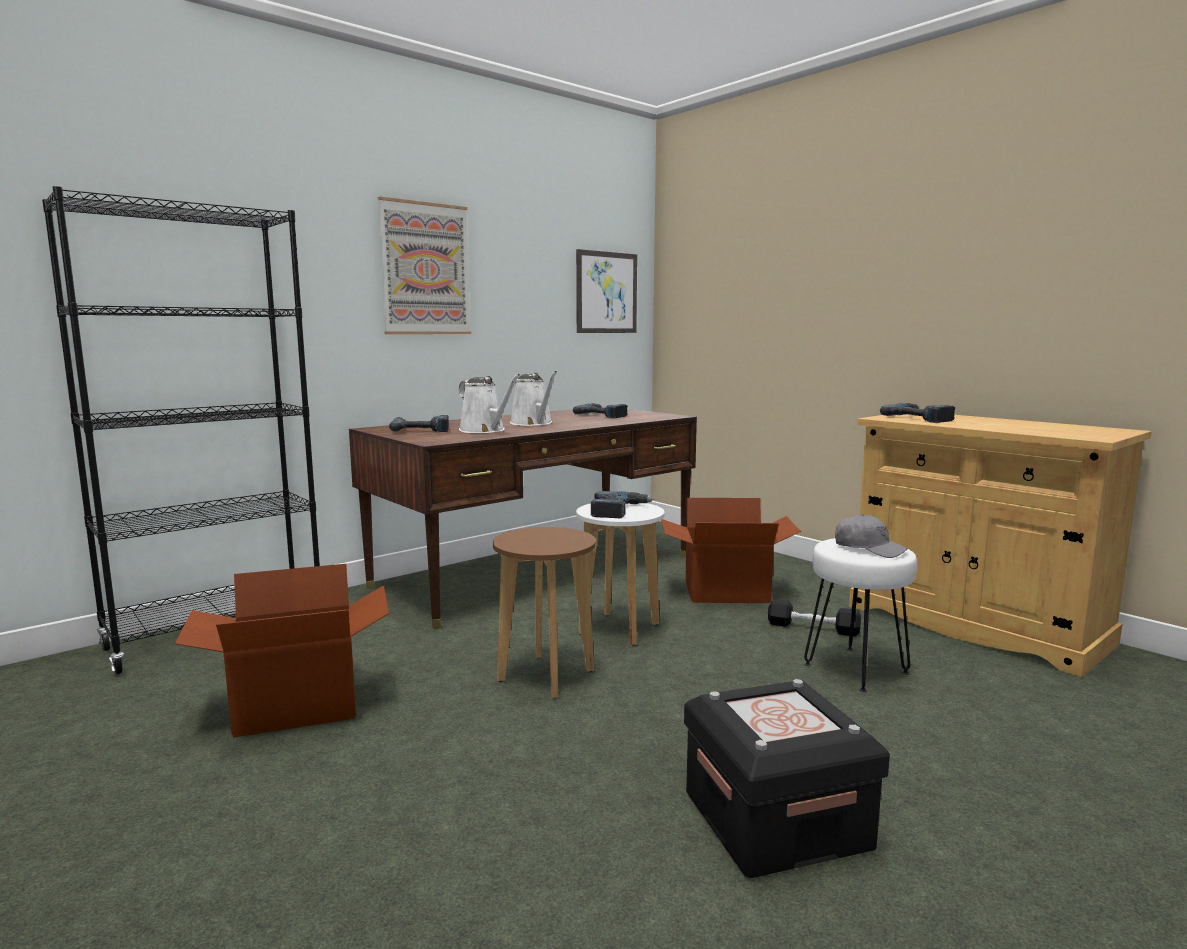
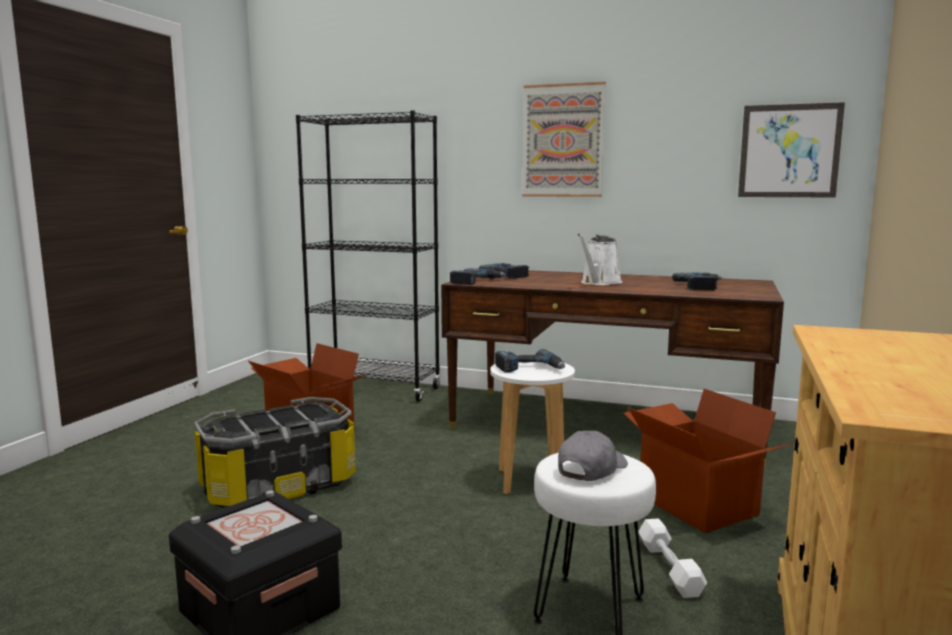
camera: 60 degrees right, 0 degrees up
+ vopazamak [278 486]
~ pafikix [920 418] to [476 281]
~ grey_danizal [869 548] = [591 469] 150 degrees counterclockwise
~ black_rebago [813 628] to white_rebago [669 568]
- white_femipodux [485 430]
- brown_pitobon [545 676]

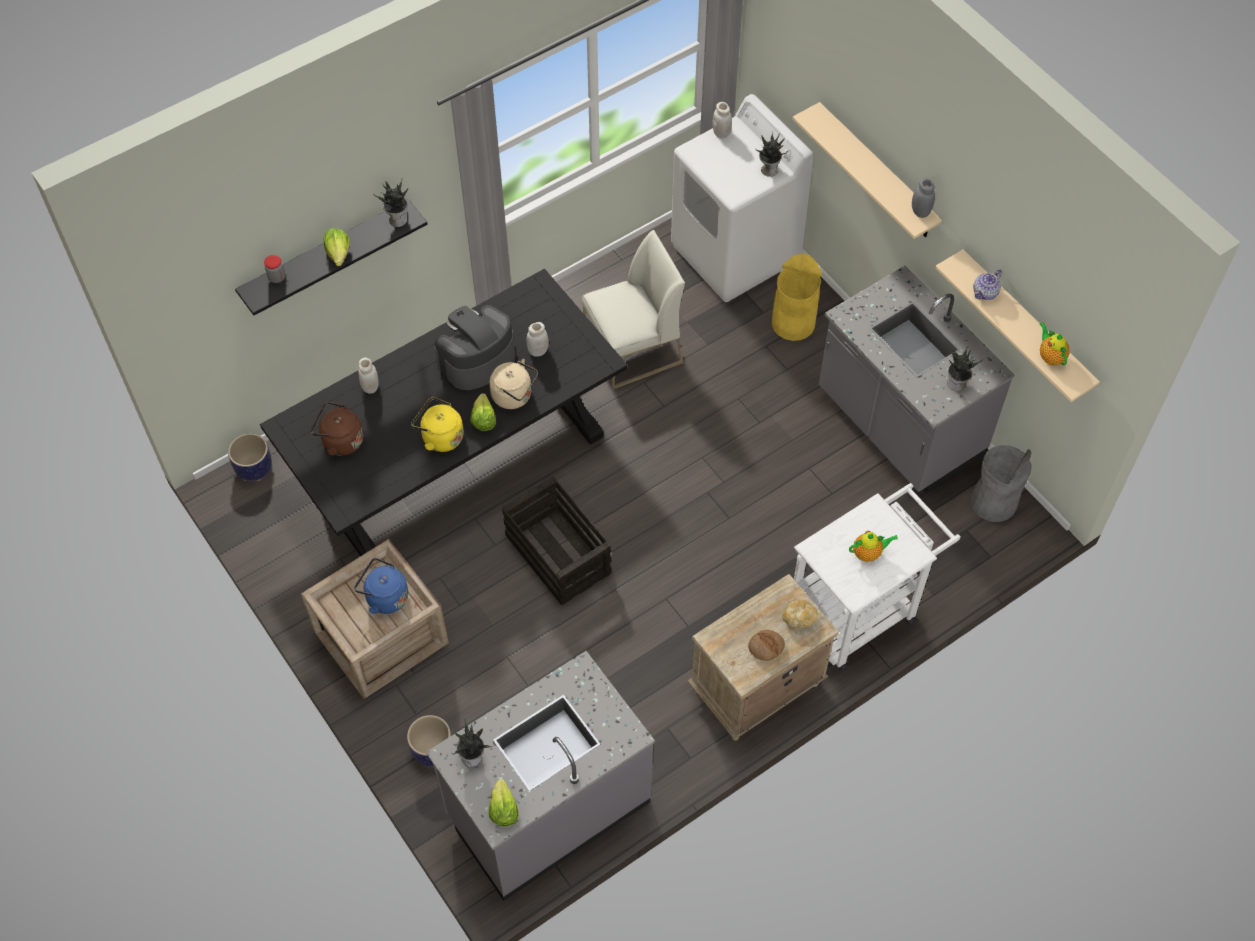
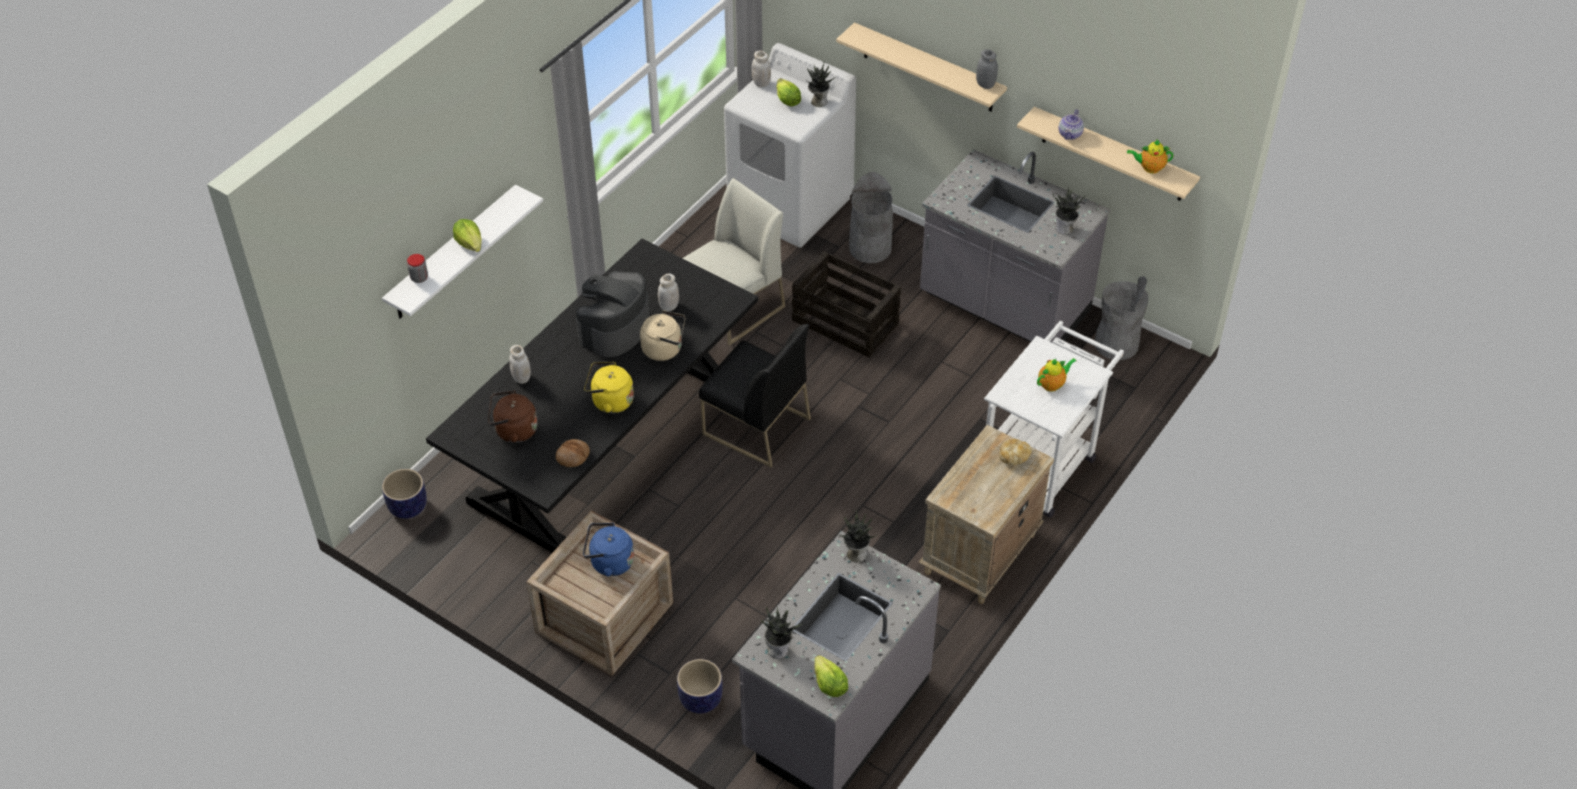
camera: 20 degrees left, 10 degrees down
~ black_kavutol [326 256] to white_kavutol [453 254]
~ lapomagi [766 647] to [573 456]
+ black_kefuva [755 426]
~ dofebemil [483 419] to [787 100]
~ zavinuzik [559 555] to [846 322]
~ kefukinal [397 219] to [856 553]
~ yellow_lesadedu [793 323] to grey_lesadedu [870 248]
~ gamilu [1050 356] = [1149 168] 45 degrees counterclockwise

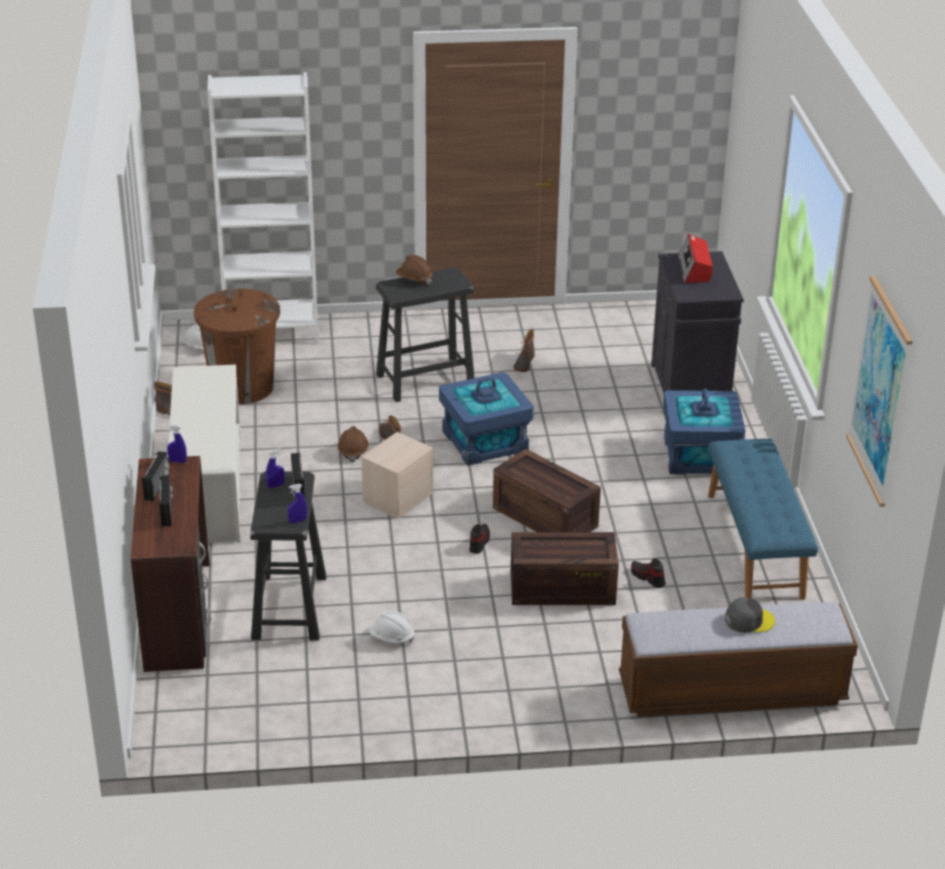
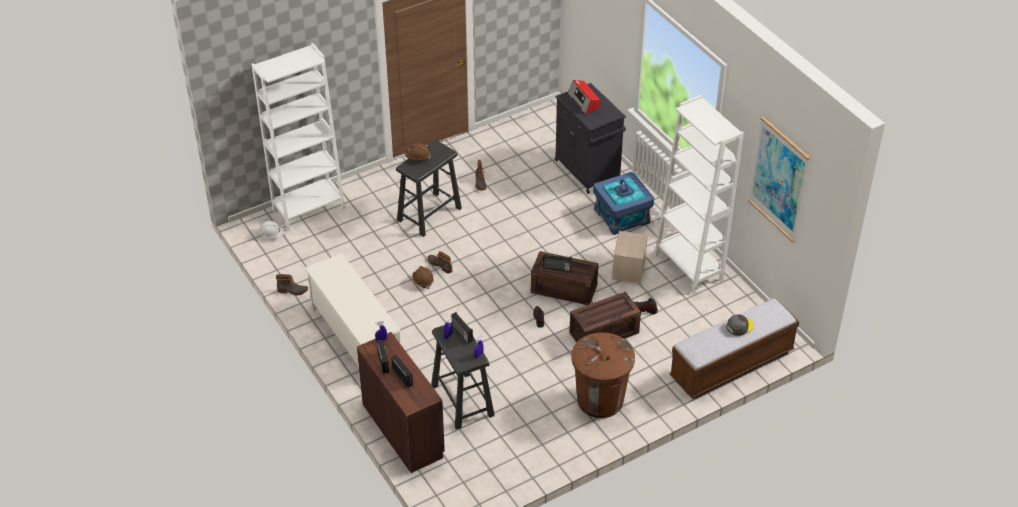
camera: 25 degrees left, 10 degrees up
+ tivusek [557 268]
~ brown_lesadedu [242 387] to [600 400]
~ beige_vopazamak [397 496] to [628 269]
~ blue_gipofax [756 545] to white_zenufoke [688 267]
- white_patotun [391 638]
- blue_vopazamak [485 441]

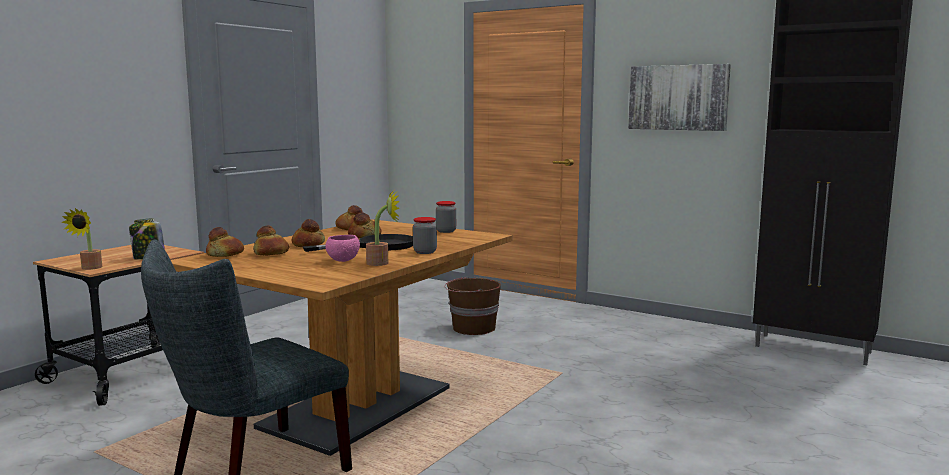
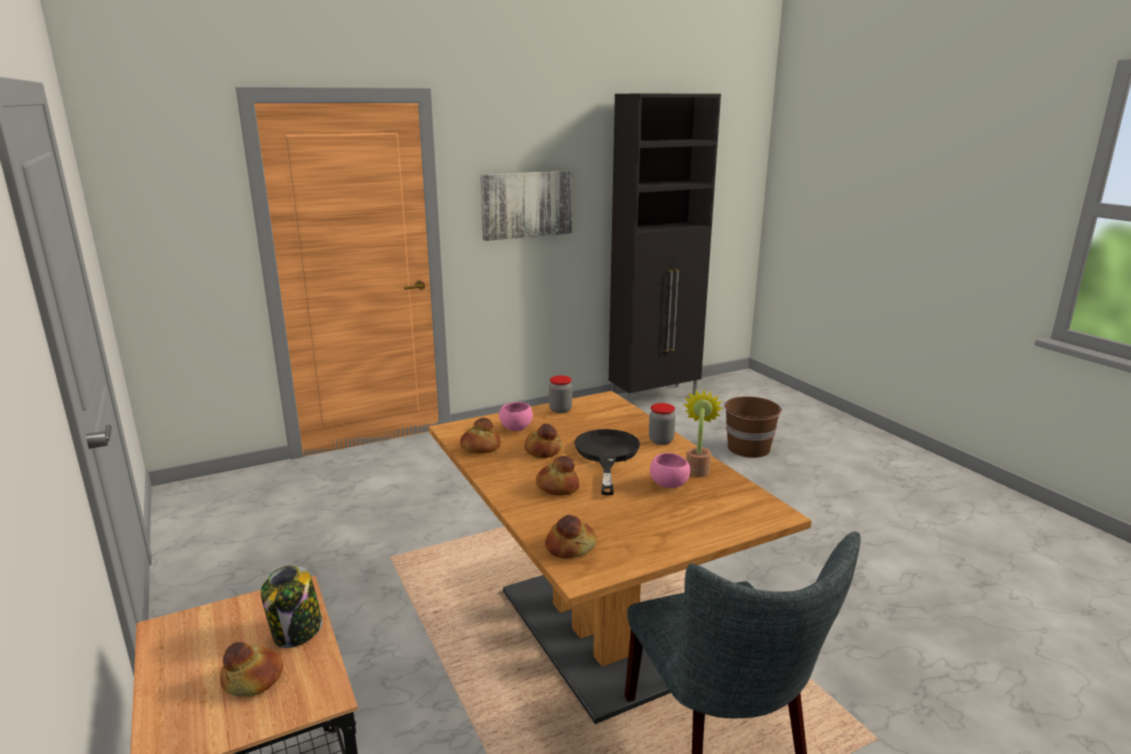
camera: 60 degrees left, 10 degrees up
~ lapomagi [271 254] to [252 680]
+ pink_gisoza [516 428]
~ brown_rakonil [472 328] to [749 448]
- kefukinal [89 268]

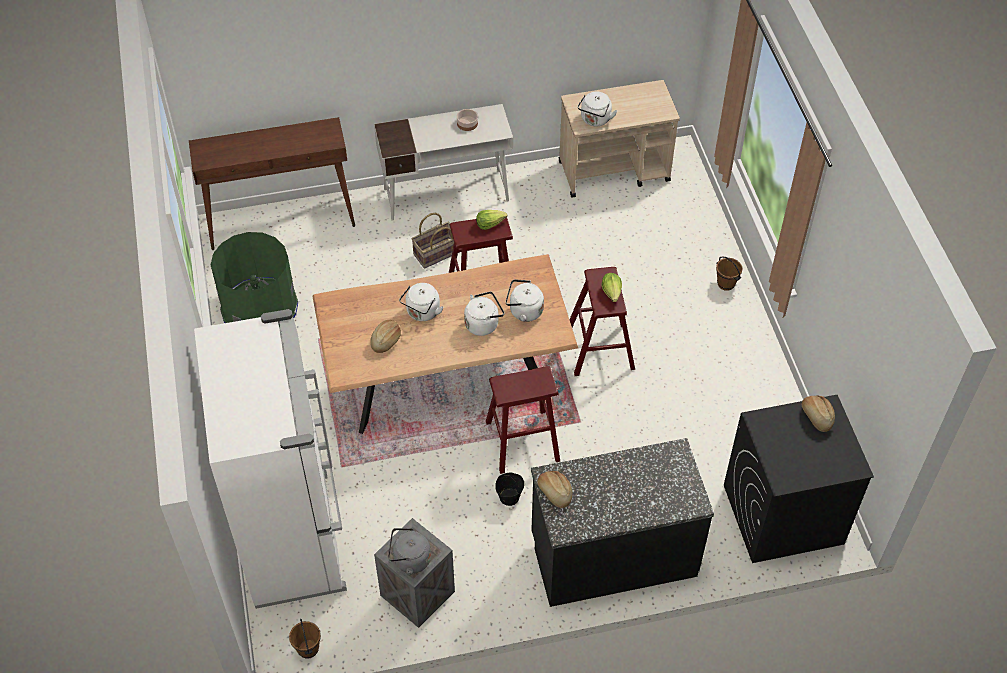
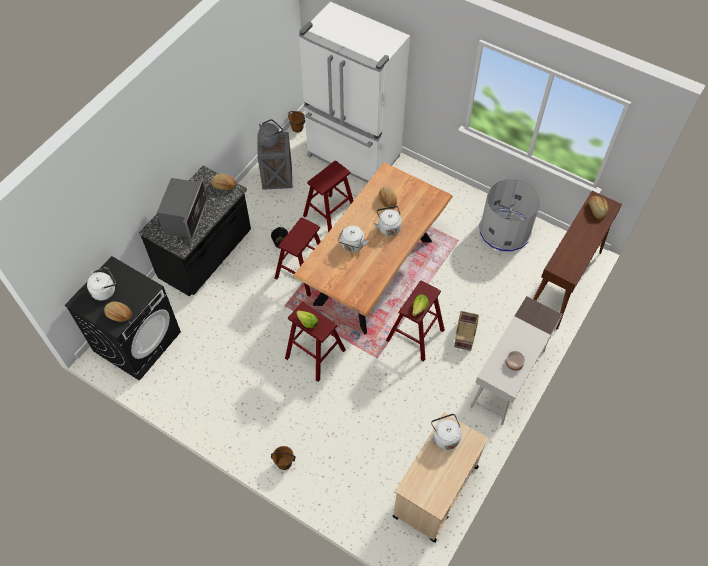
camera: 135 degrees right, 5 degrees up
~ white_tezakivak [524 311] to [105 290]
+ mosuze [185 218]
+ red_pitobon [330 216]
~ green_lesadedu [260 309] to grey_lesadedu [505 231]
+ lapomagi [596 210]

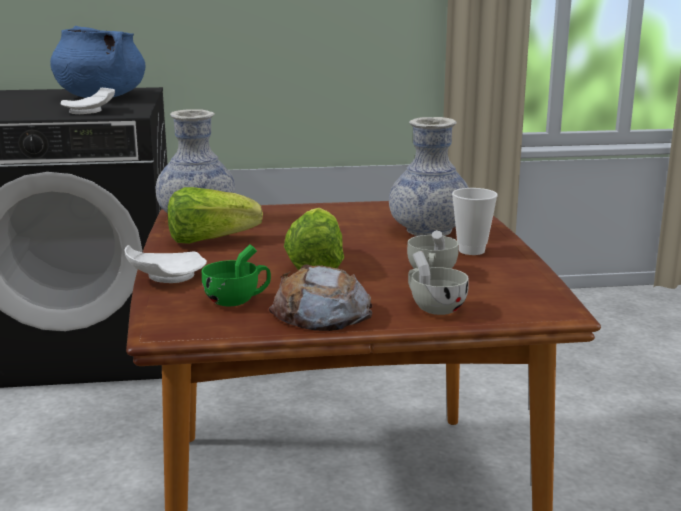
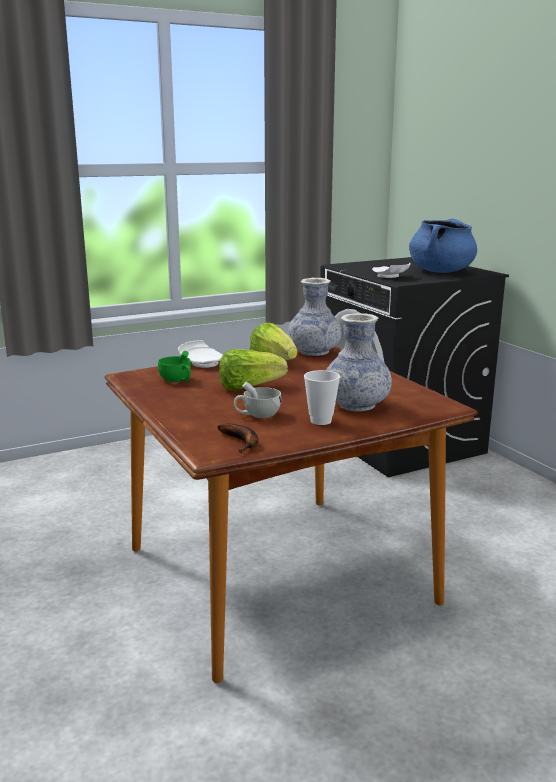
camera: 70 degrees right, 0 degrees up
+ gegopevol [242 442]
- lapomagi [321 313]
- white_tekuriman [433 307]

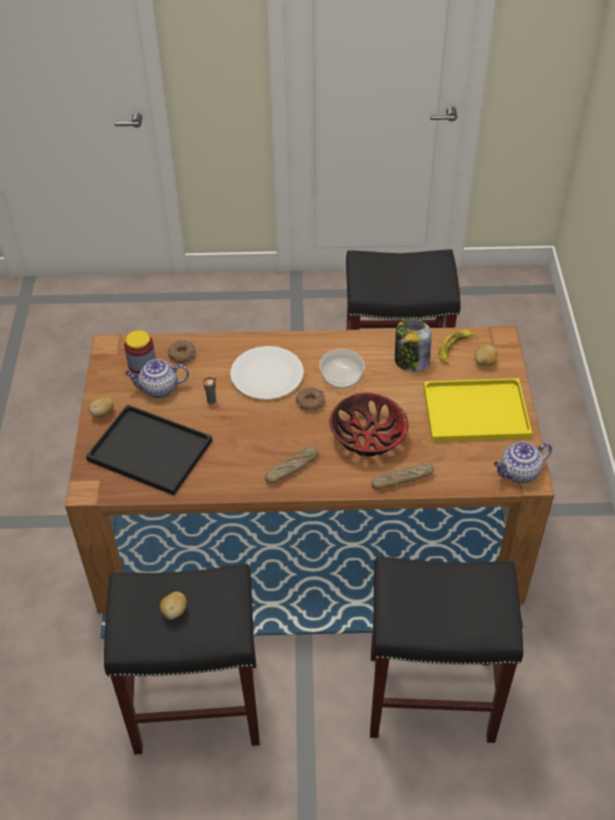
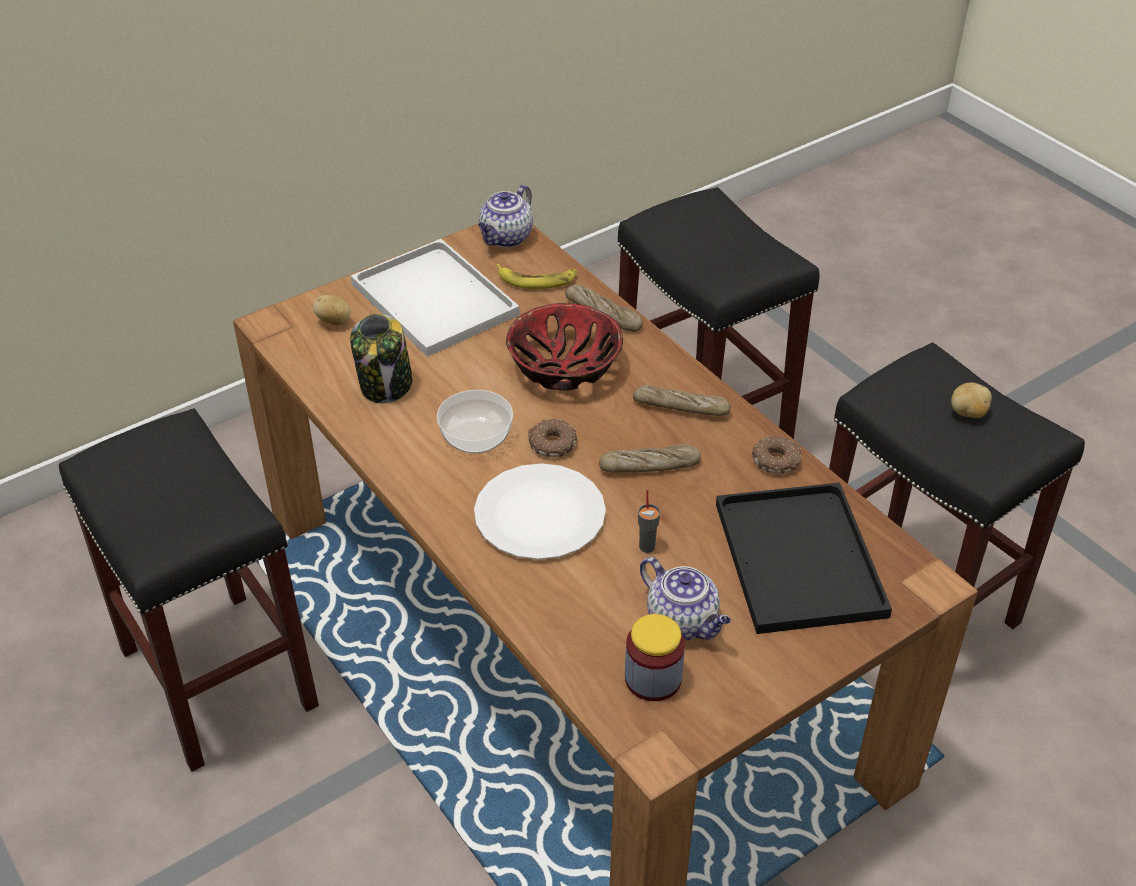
camera: 125 degrees left, 5 degrees down
~ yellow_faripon [474 412] to white_faripon [437 300]
~ gamilu [518 473] = [506 238] 90 degrees clockwise
~ gegopevol [455 348] to [537 280]
+ lapomagi [649 466]
~ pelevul [182 355] to [777 460]
- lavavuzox [103 413]

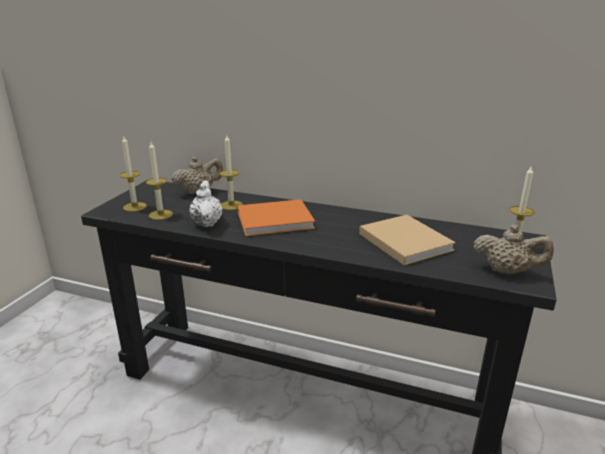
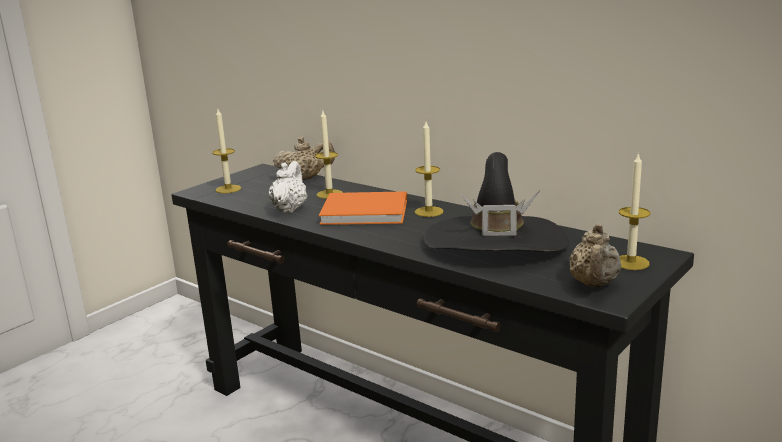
camera: 20 degrees right, 5 degrees down
~ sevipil [160 215] to [429 212]
~ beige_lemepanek [403 240] to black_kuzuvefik [495 243]
~ beige_gamilu [507 271] = [594 284] 60 degrees clockwise

